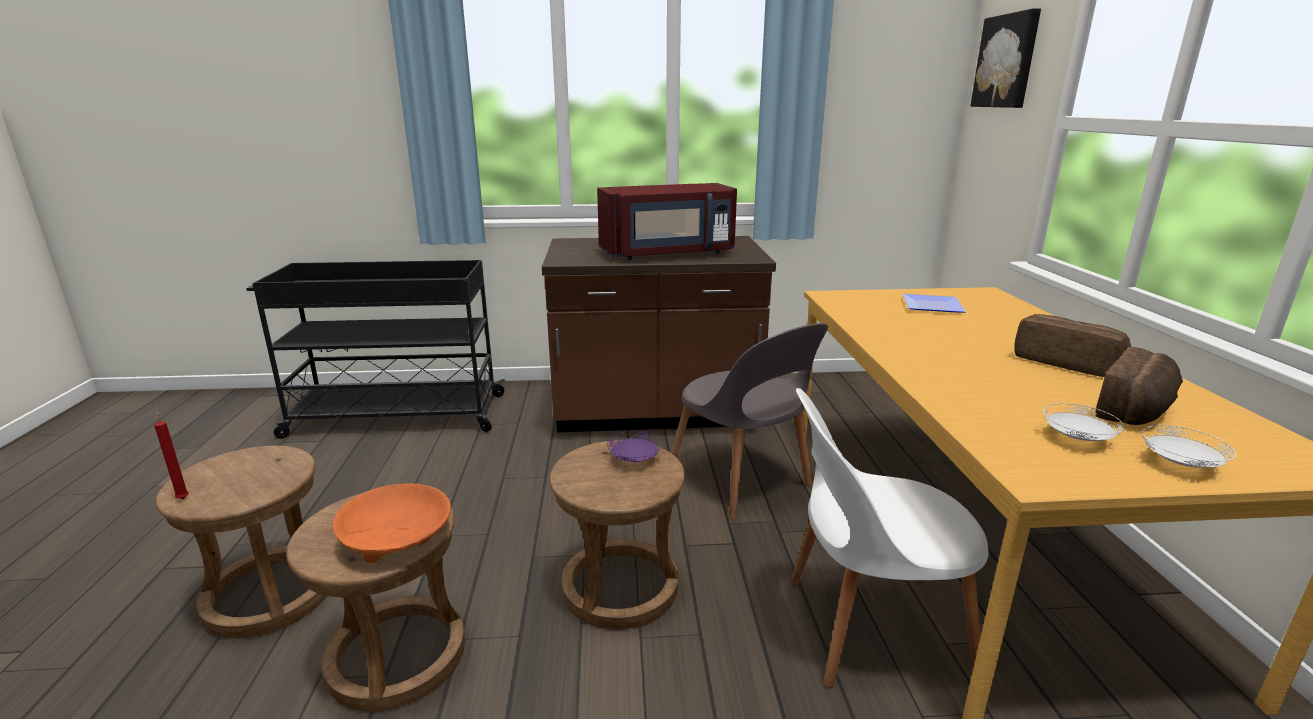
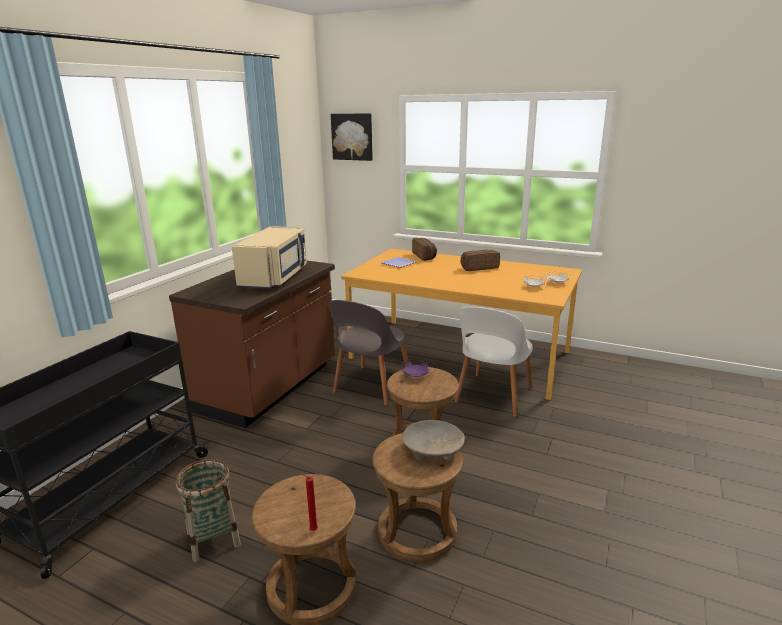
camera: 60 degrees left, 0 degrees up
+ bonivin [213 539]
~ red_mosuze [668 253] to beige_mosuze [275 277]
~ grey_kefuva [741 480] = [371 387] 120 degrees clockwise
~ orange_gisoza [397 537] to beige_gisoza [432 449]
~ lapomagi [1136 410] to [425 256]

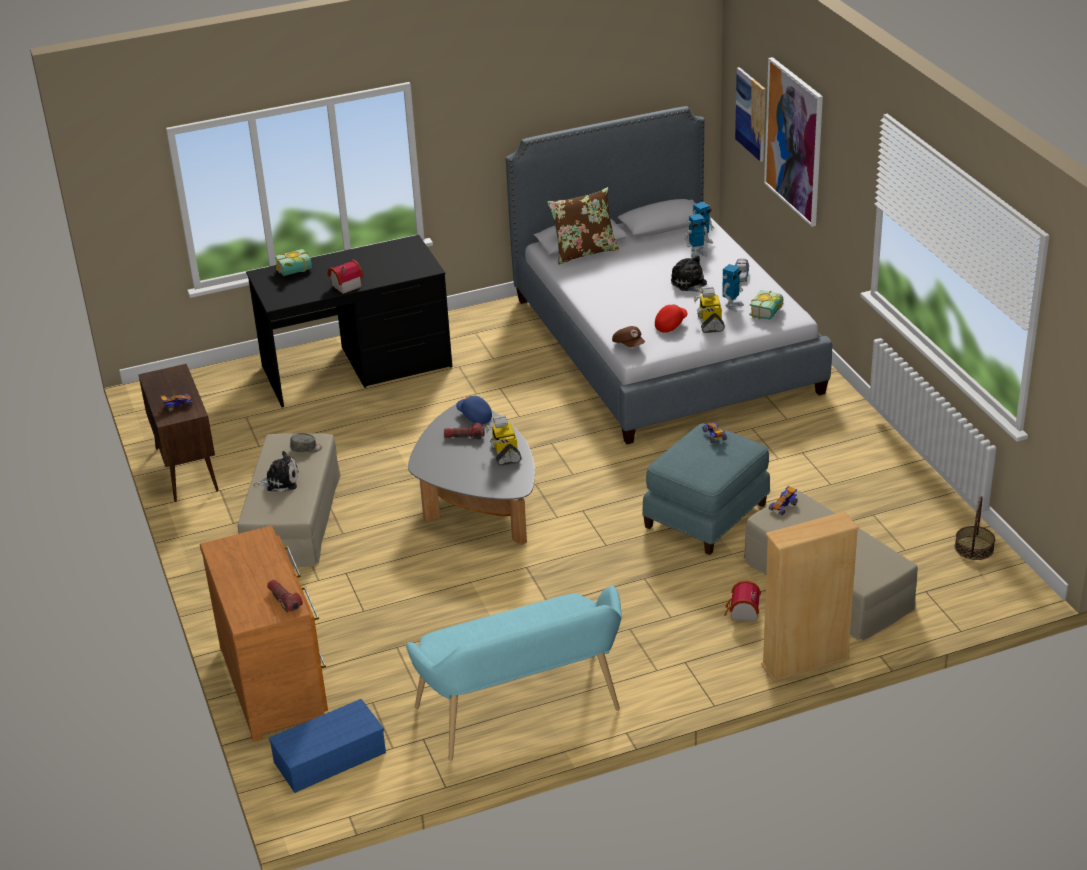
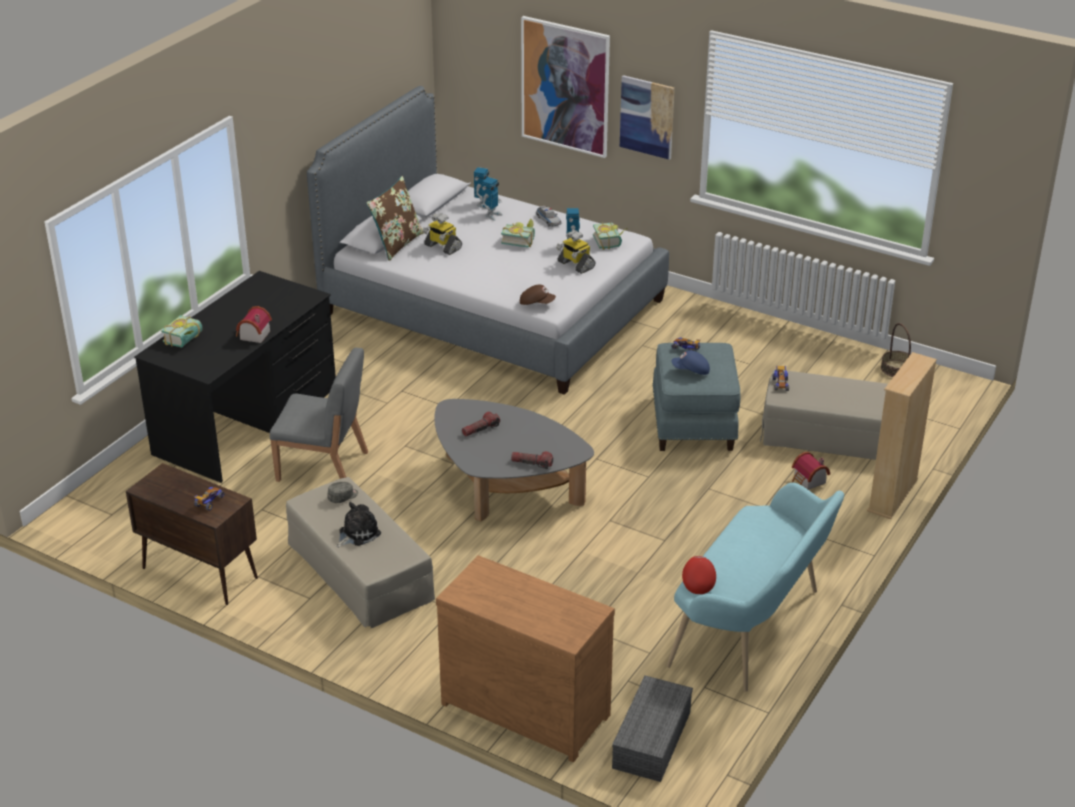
camera: 40 degrees left, 0 degrees up
+ grey_kefuva [323 467]
~ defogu [504 453] to [442 247]
~ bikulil [689 284] to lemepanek [519 240]
~ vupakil [284 600] to [532 463]
~ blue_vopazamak [330 756] to grey_vopazamak [651 738]
~ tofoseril [751 114] to [647 117]
~ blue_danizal [474 416] to [691 370]
~ red_danizal [670 324] to [698 580]

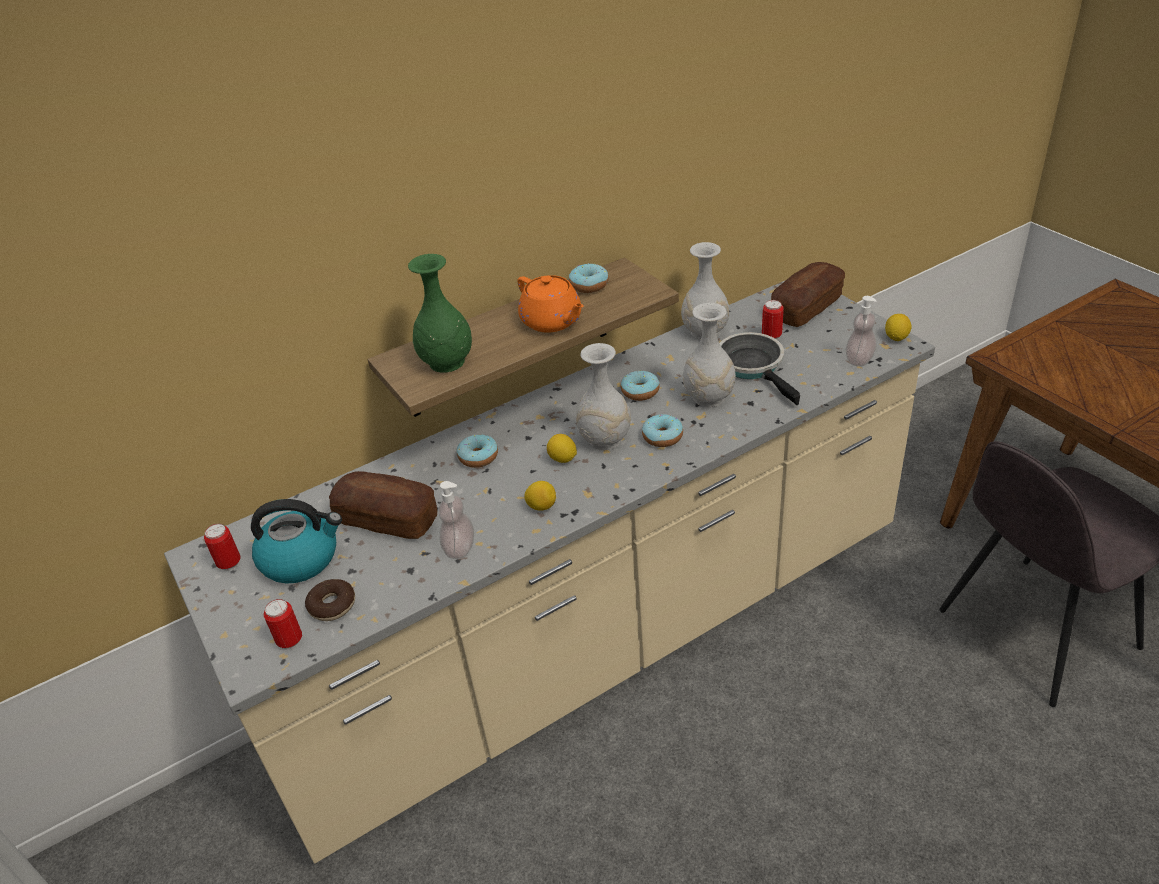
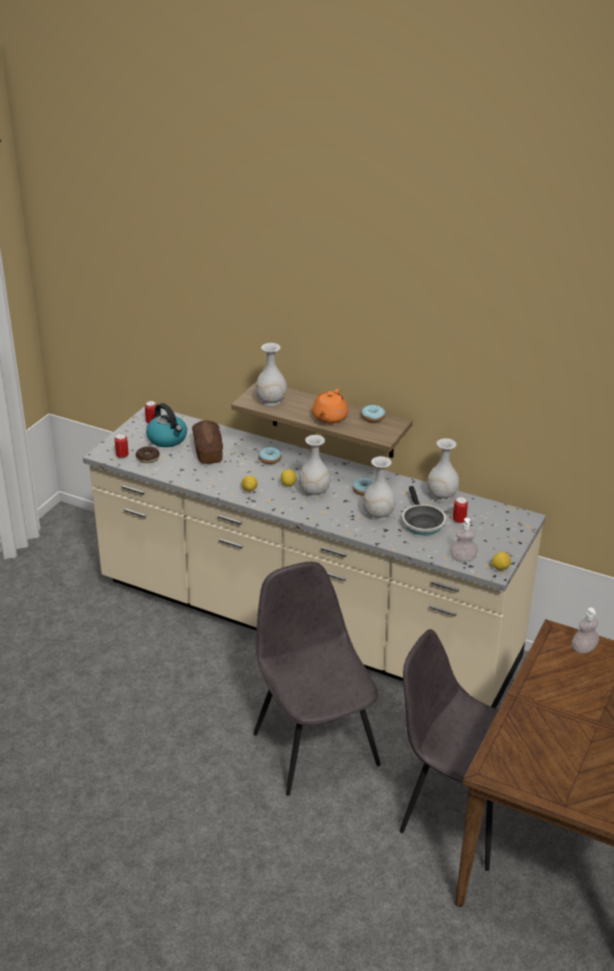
camera: 55 degrees right, 5 degrees down
+ grey_kefuva [314 746]
~ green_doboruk [446 362] to white_doboruk [270 401]
~ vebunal [754 366] = [421 522] 135 degrees clockwise
~ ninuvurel [459 548] to [583 649]
- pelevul [662 437]
- lapomagi [806 308]

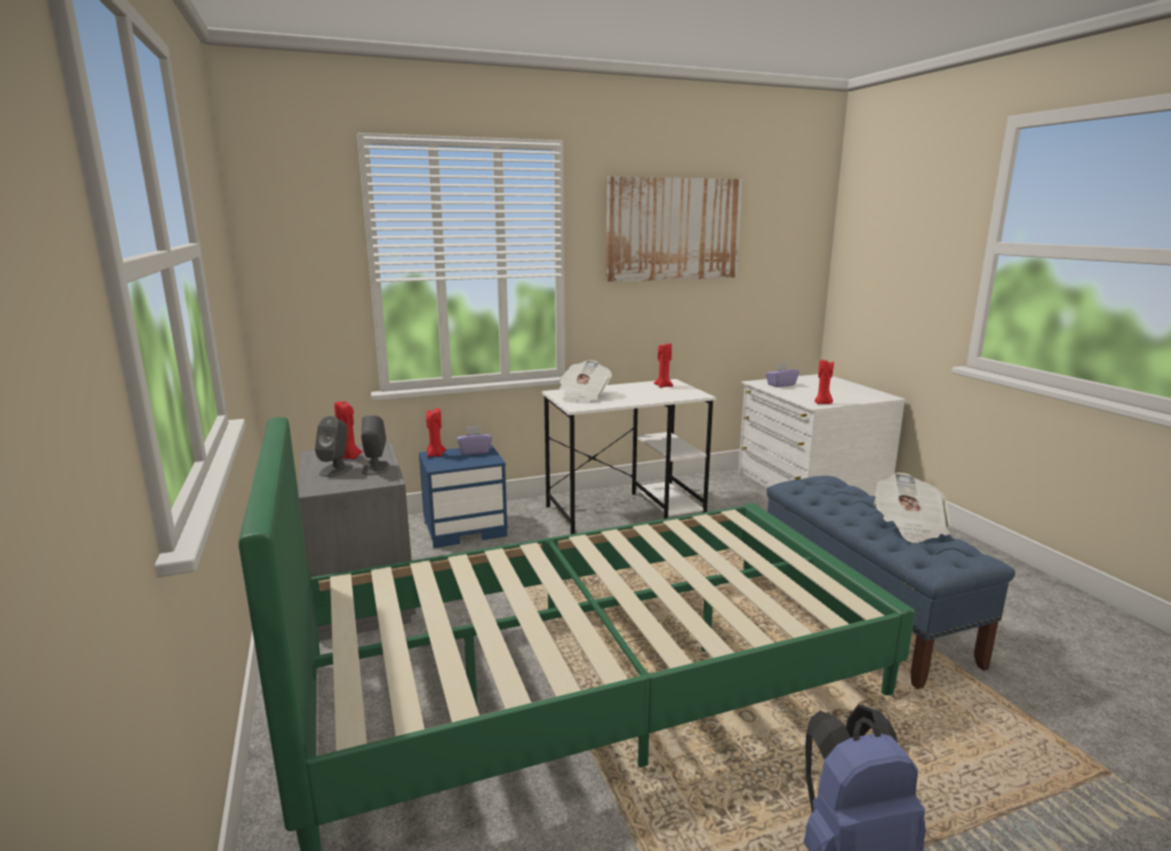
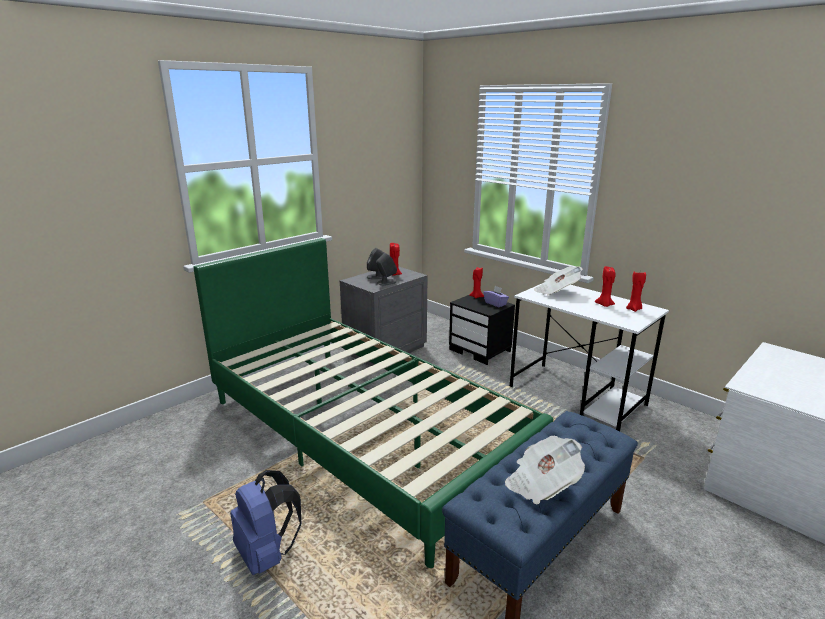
camera: 65 degrees right, 5 degrees up
~ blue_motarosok [466 529] to black_motarosok [480 350]
~ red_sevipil [823 403] to [604 305]
- tofoseril [673 229]
- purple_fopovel [781 385]

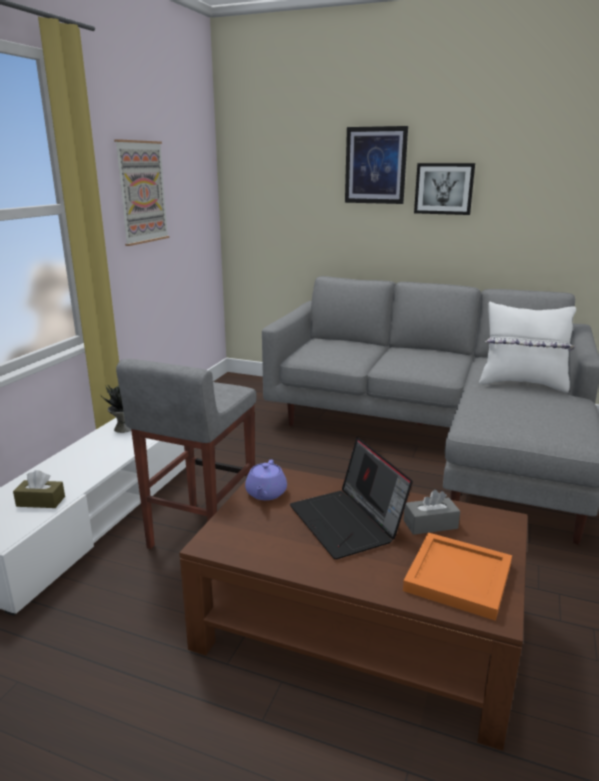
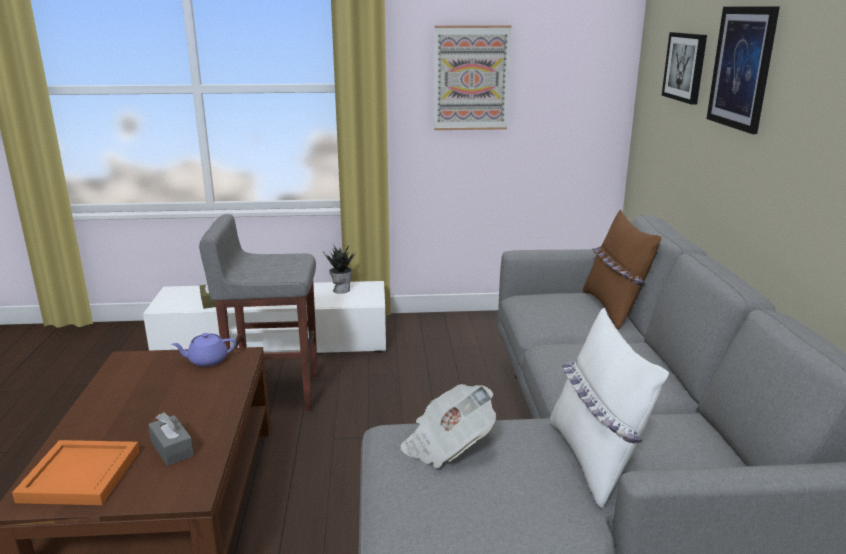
camera: 65 degrees right, 0 degrees up
+ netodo [447 445]
+ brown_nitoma [614 308]
~ tofoseril [444 188] to [685 67]
- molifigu [348 523]

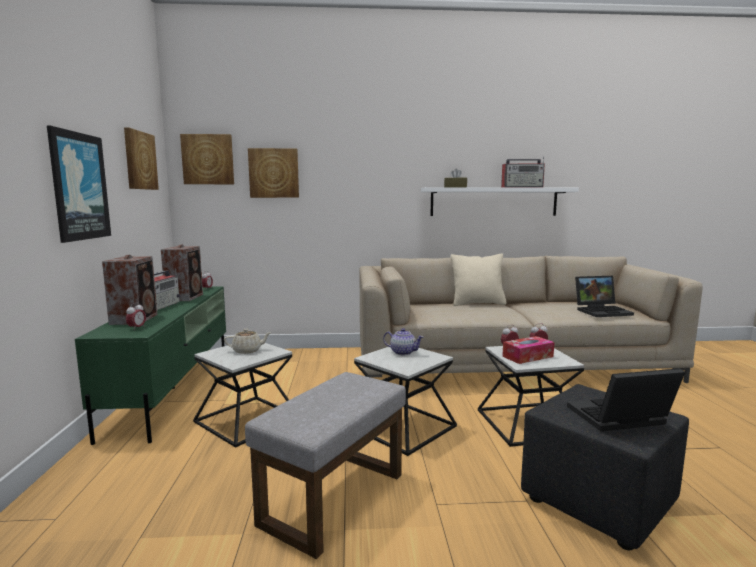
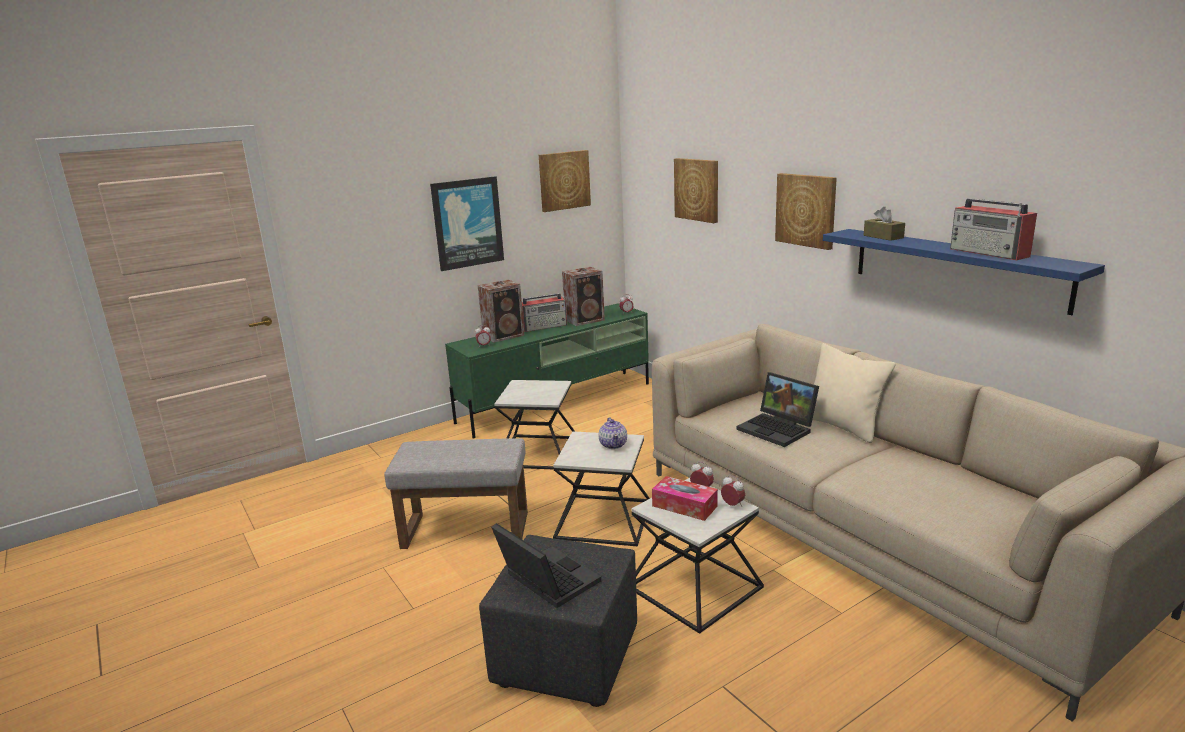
camera: 60 degrees right, 10 degrees up
~ molifigu [602 311] to [778 429]
~ tofoseril [208 159] to [806 210]
~ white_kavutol [494 202] to blue_kavutol [956 268]
- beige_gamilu [247 350]

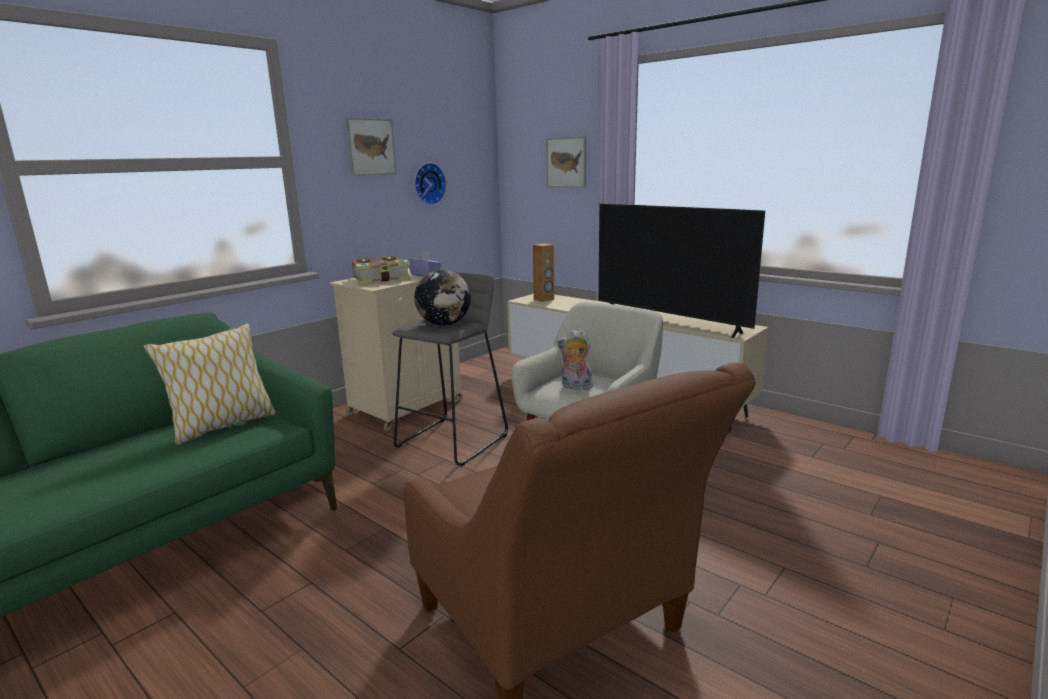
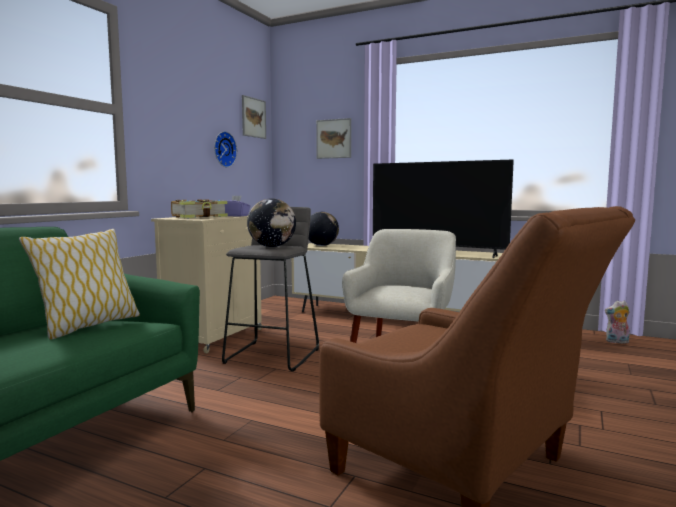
camera: 15 degrees left, 10 degrees down
~ tofoseril [371 146] to [253 117]
~ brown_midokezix [544 299] to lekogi [321 245]
~ bikulil [575 387] to [617 342]

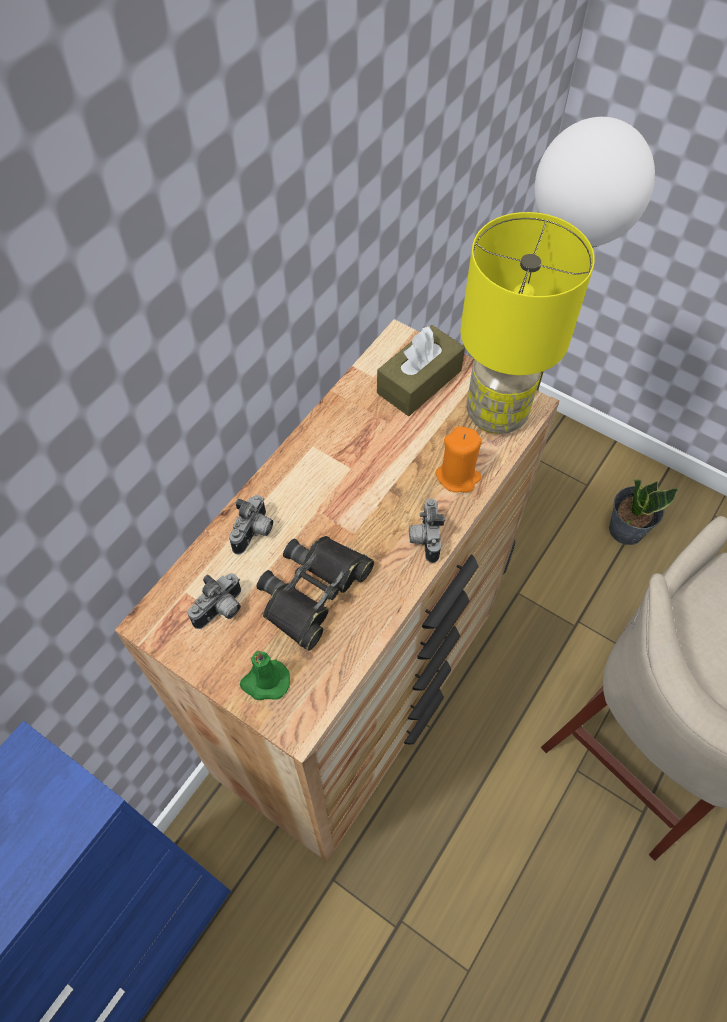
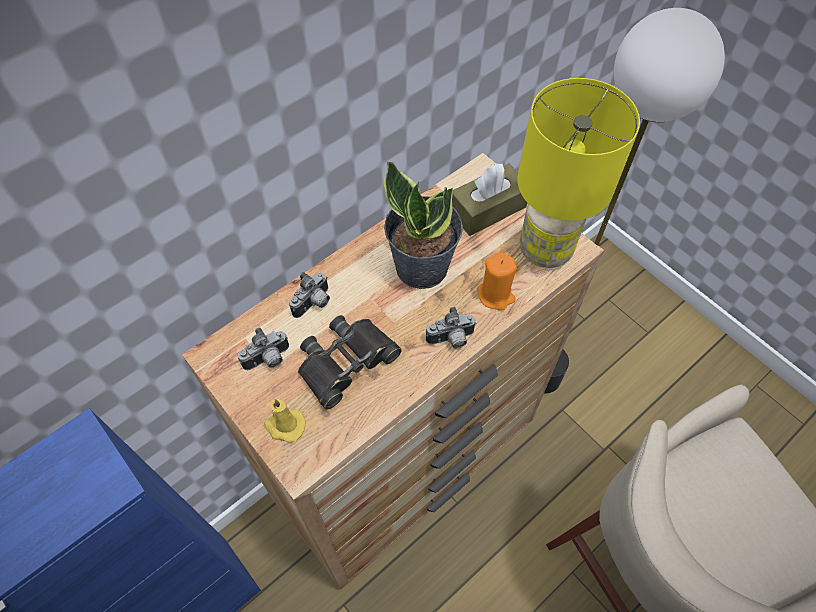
camera: 15 degrees right, 0 degrees up
~ green_sevipil [265 682] to yellow_sevipil [284 426]
~ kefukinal [626 529] to [421 266]
~ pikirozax [424 538] = [451 340] 120 degrees counterclockwise

